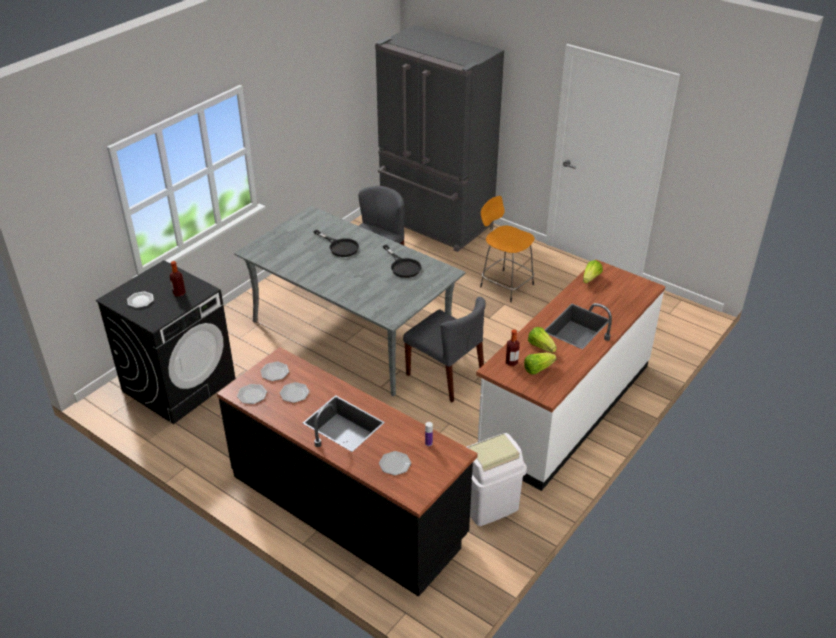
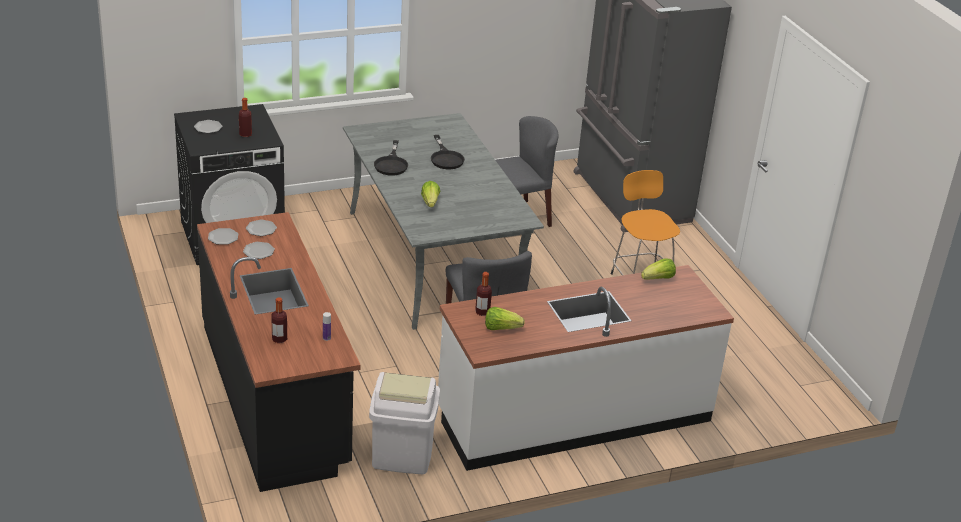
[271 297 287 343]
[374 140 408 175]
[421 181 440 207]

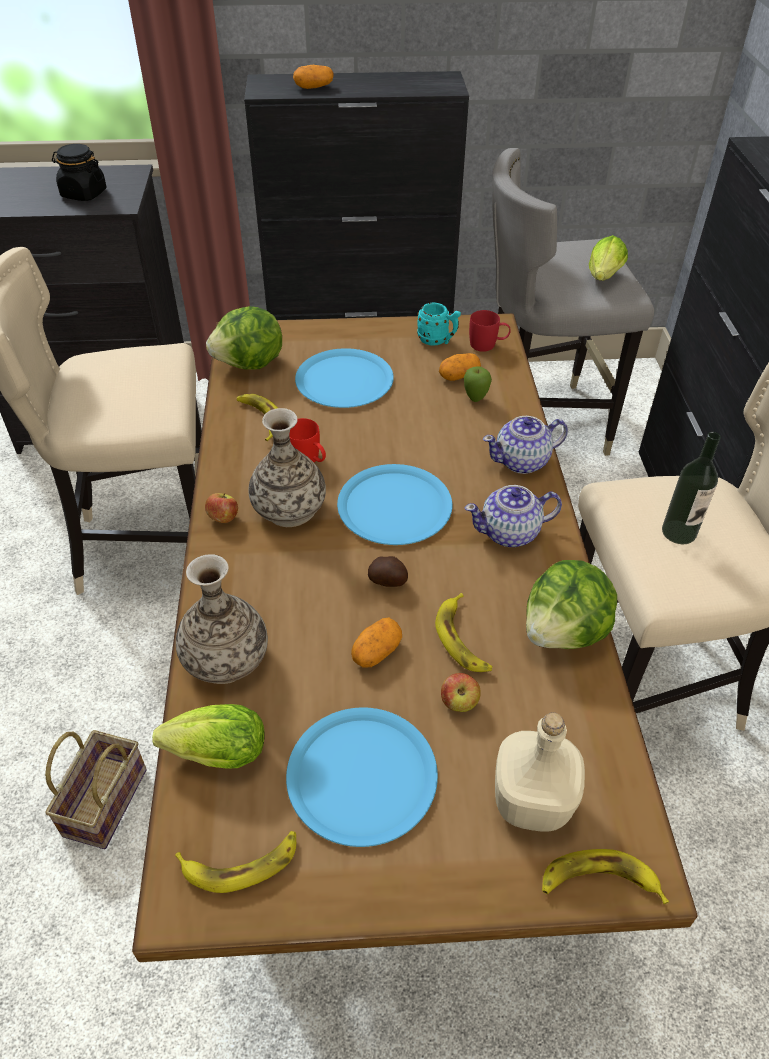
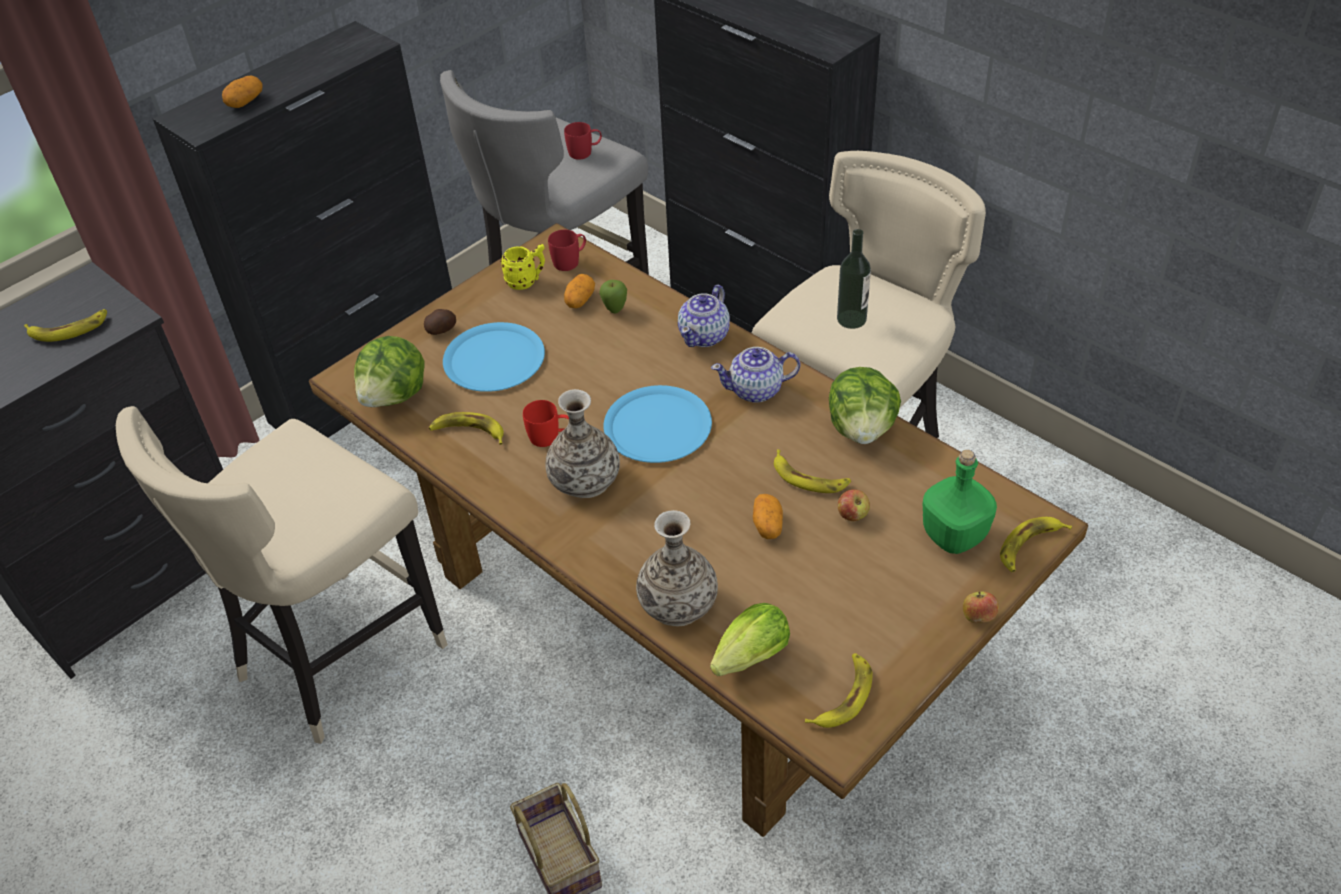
[24 309 107 342]
[424 309 456 335]
[500 244 545 290]
[564 122 602 160]
[711 347 800 403]
[923 450 997 554]
[963 592 999 623]
[286 708 438 847] (first image)

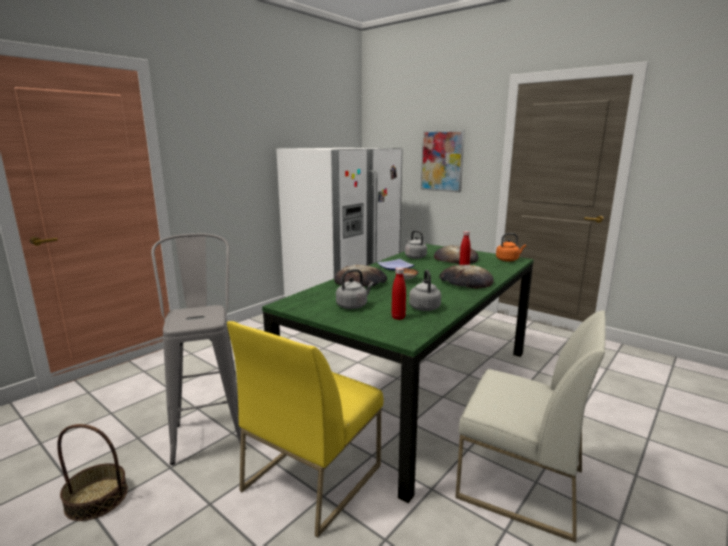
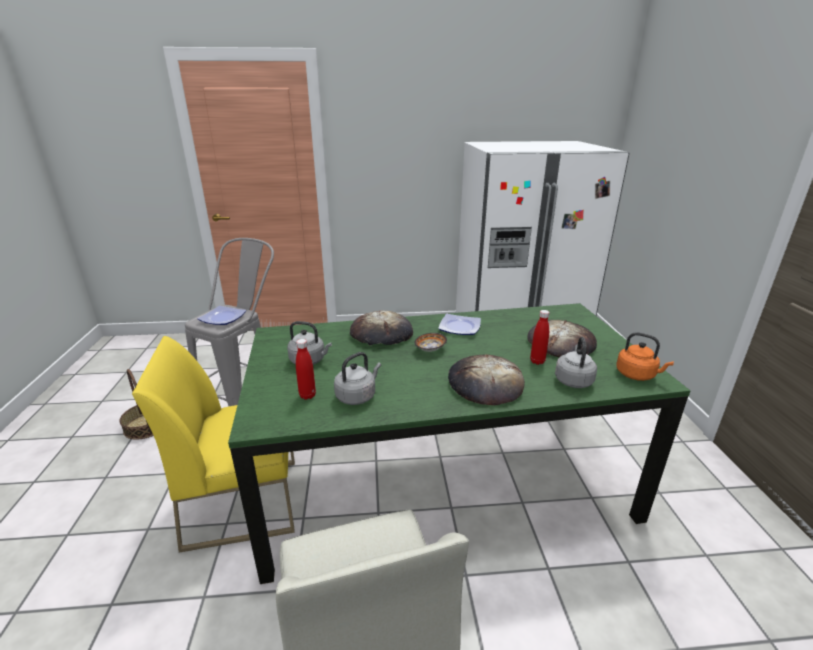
[197 306 246 325]
[555 337 597 388]
[421 130 465 192] (first image)

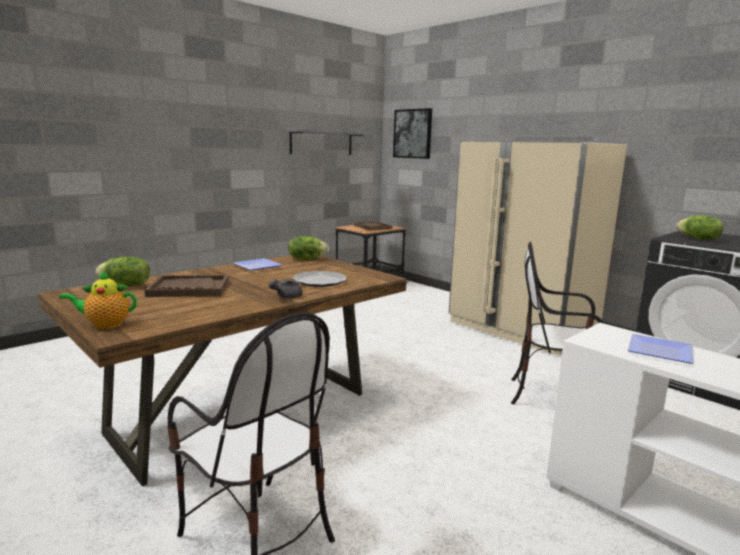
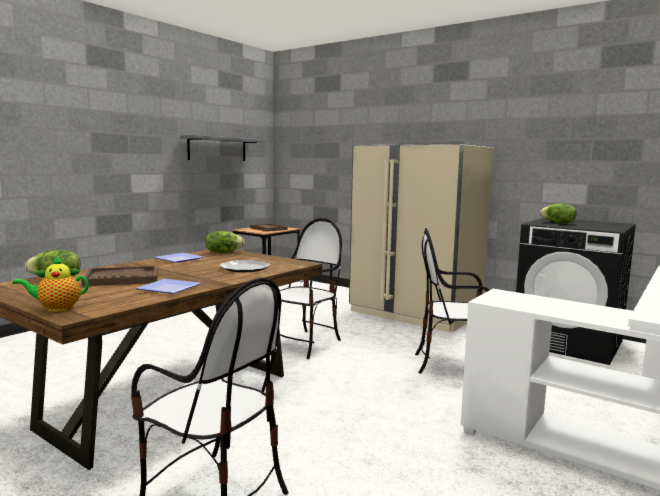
[135 279 201 294]
[280 218 342 359]
[269 279 303 299] (first image)
[393 108 432 159] (first image)

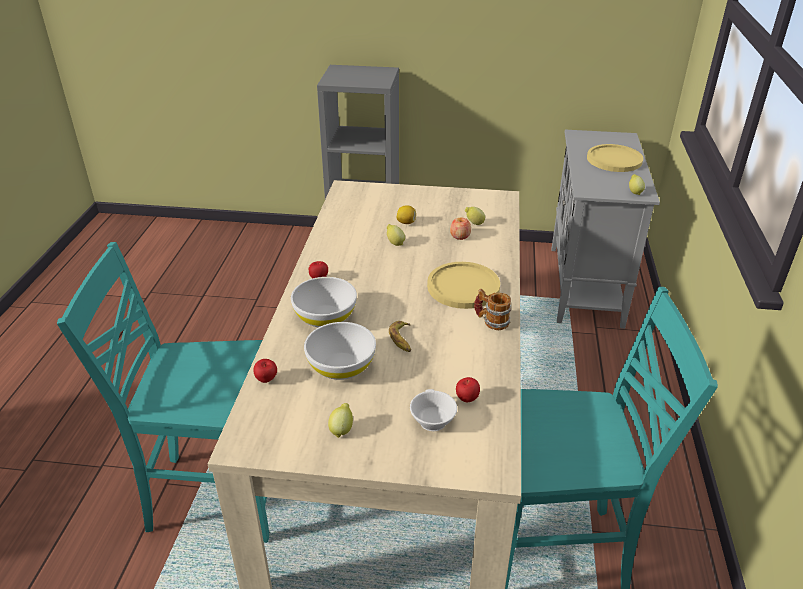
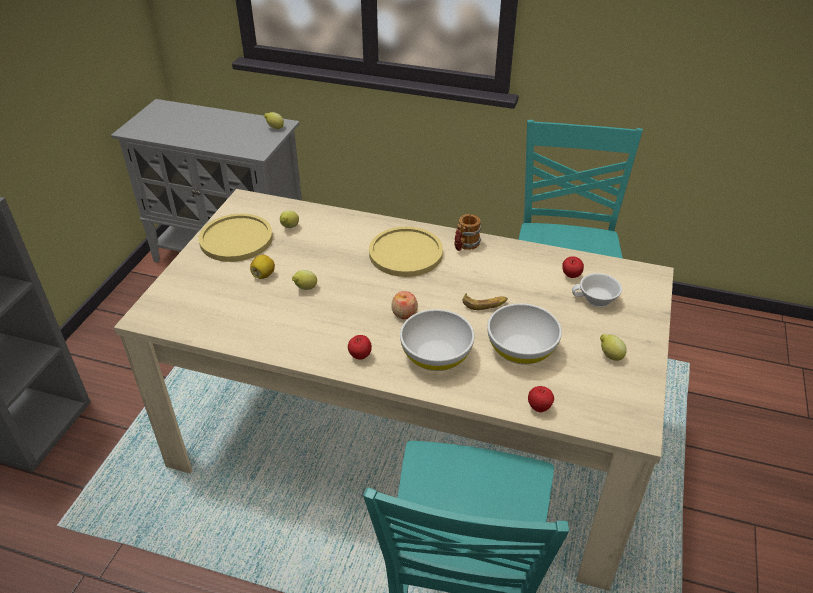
[199 214 273 262]
[391 291 418 319]

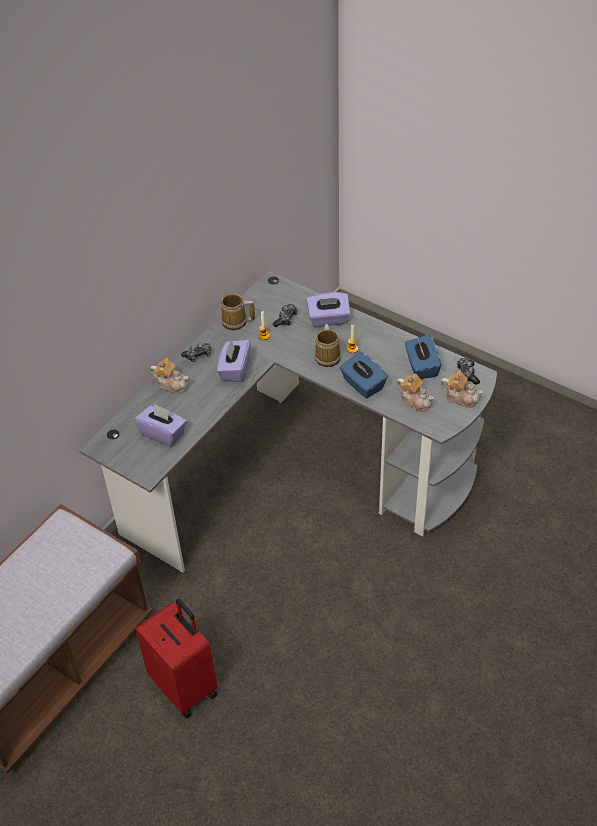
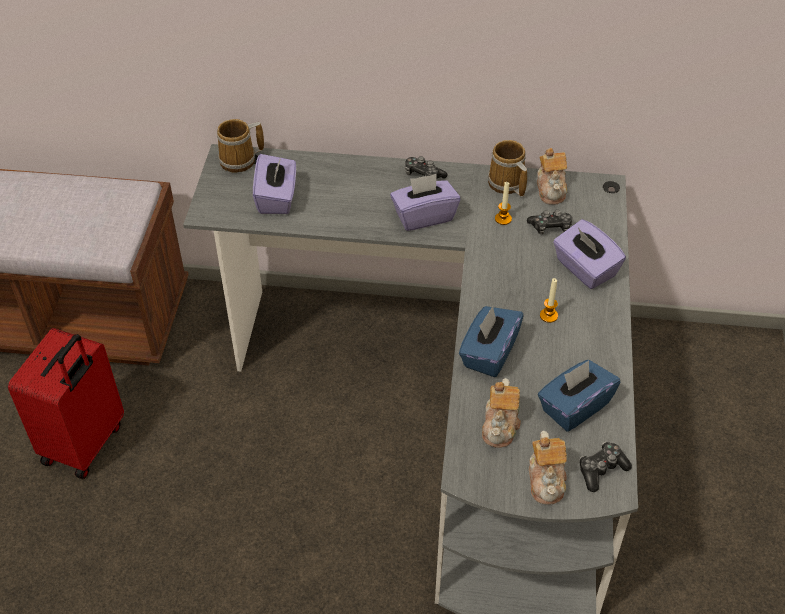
[217 119 264 173]
[537 148 567 205]

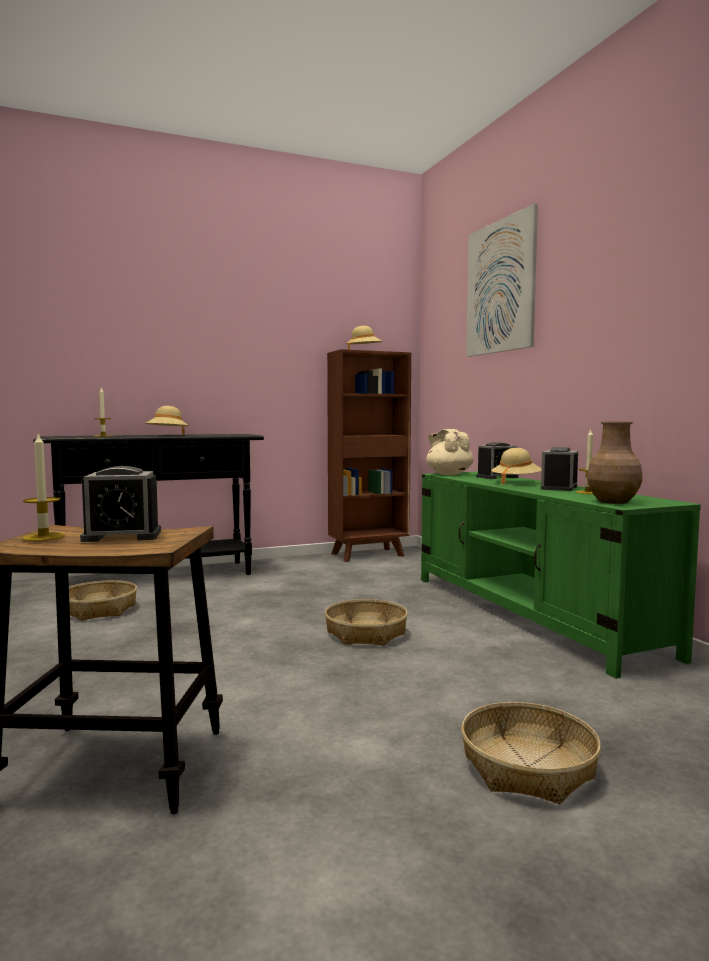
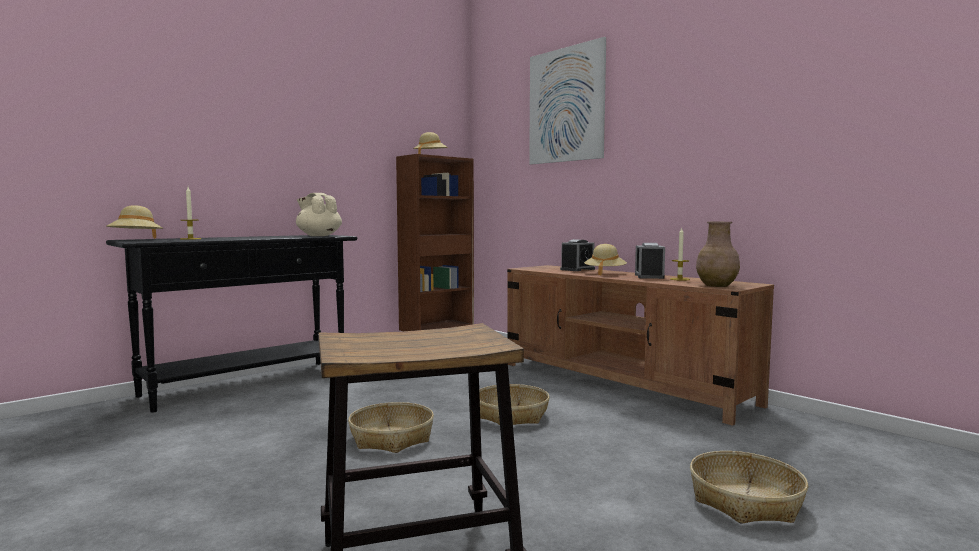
[106 205 163 239]
[296 193 342 236]
[348 402 434 453]
[507 265 774 426]
[22 432 65 541] (first image)
[80 466 161 542] (first image)

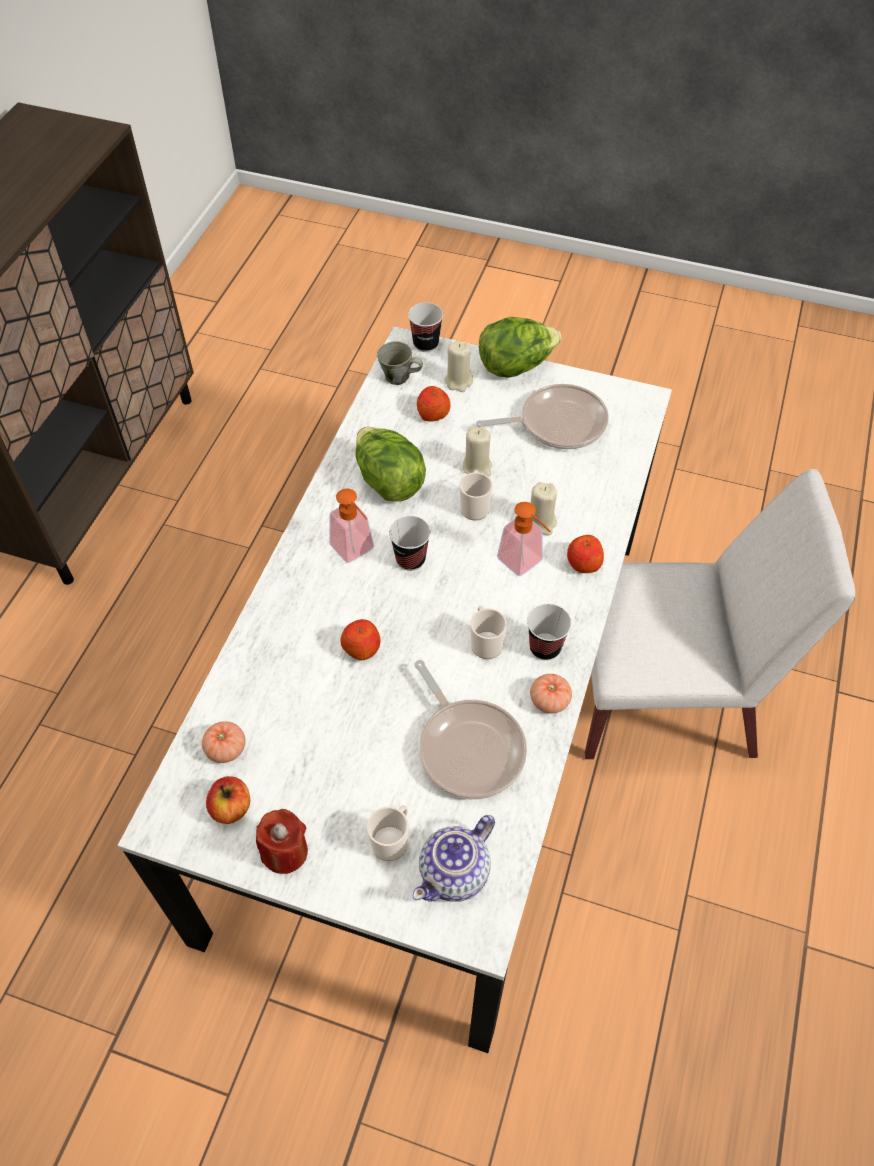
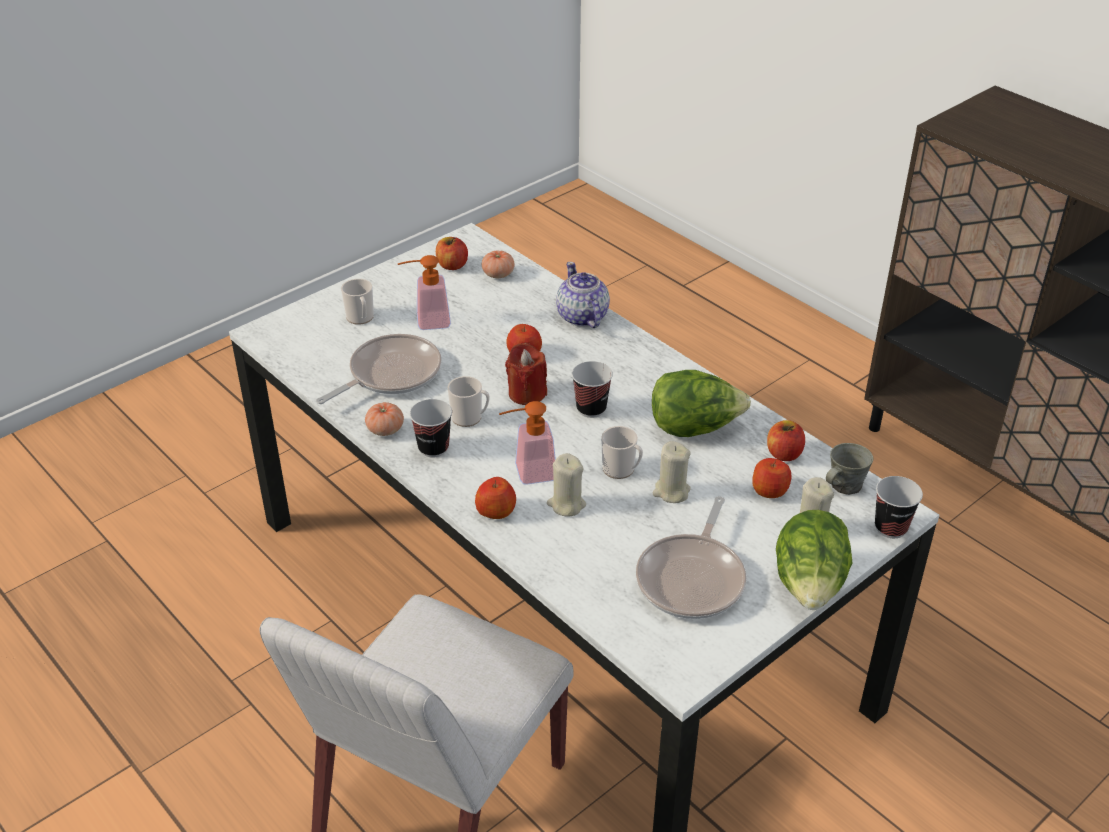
[316 334 441 404]
[397 255 451 330]
[505 343 547 405]
[556 262 610 328]
[767 420 805 461]

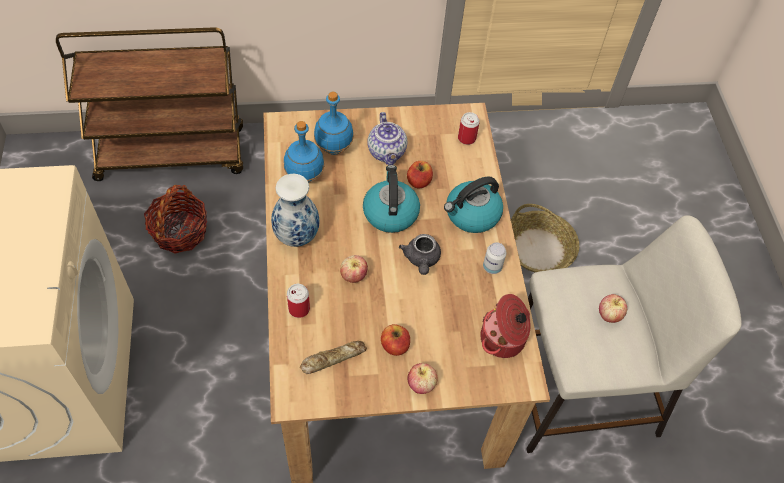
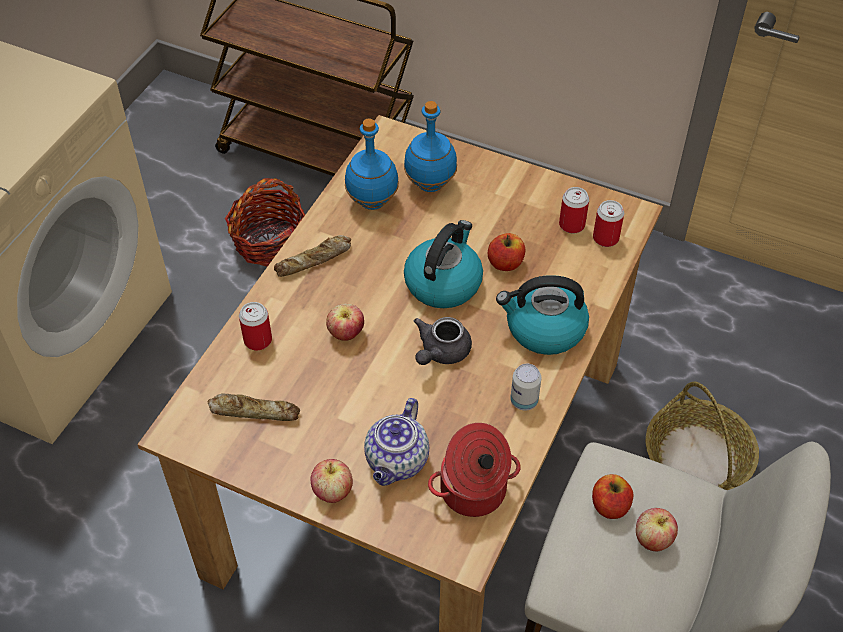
[274 235 351 277]
[364 398 429 486]
[559 187 589 234]
[592 474 633 519]

